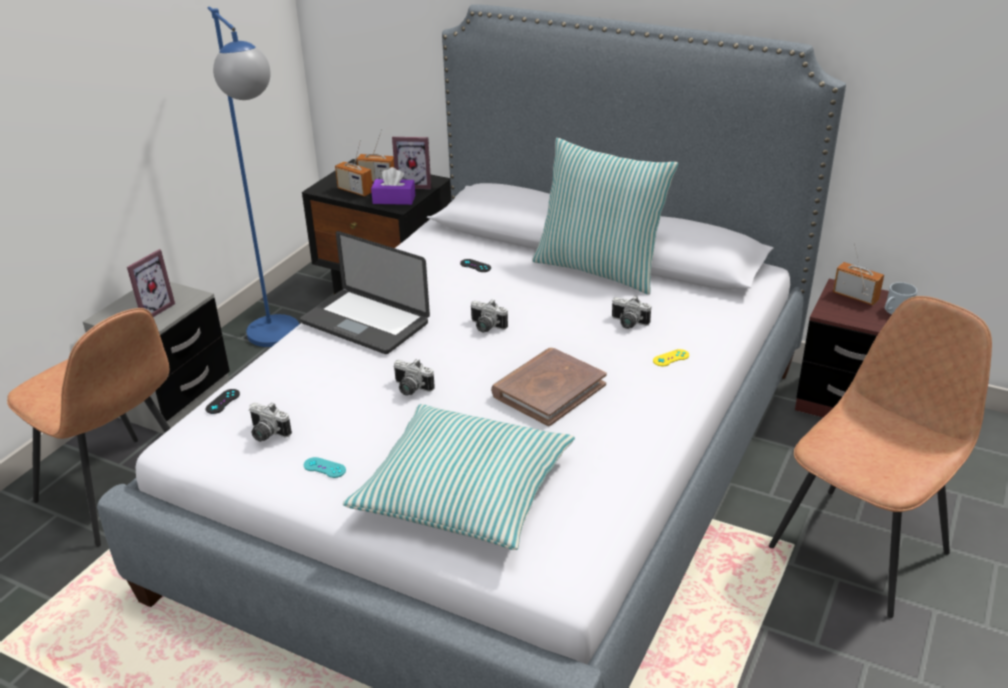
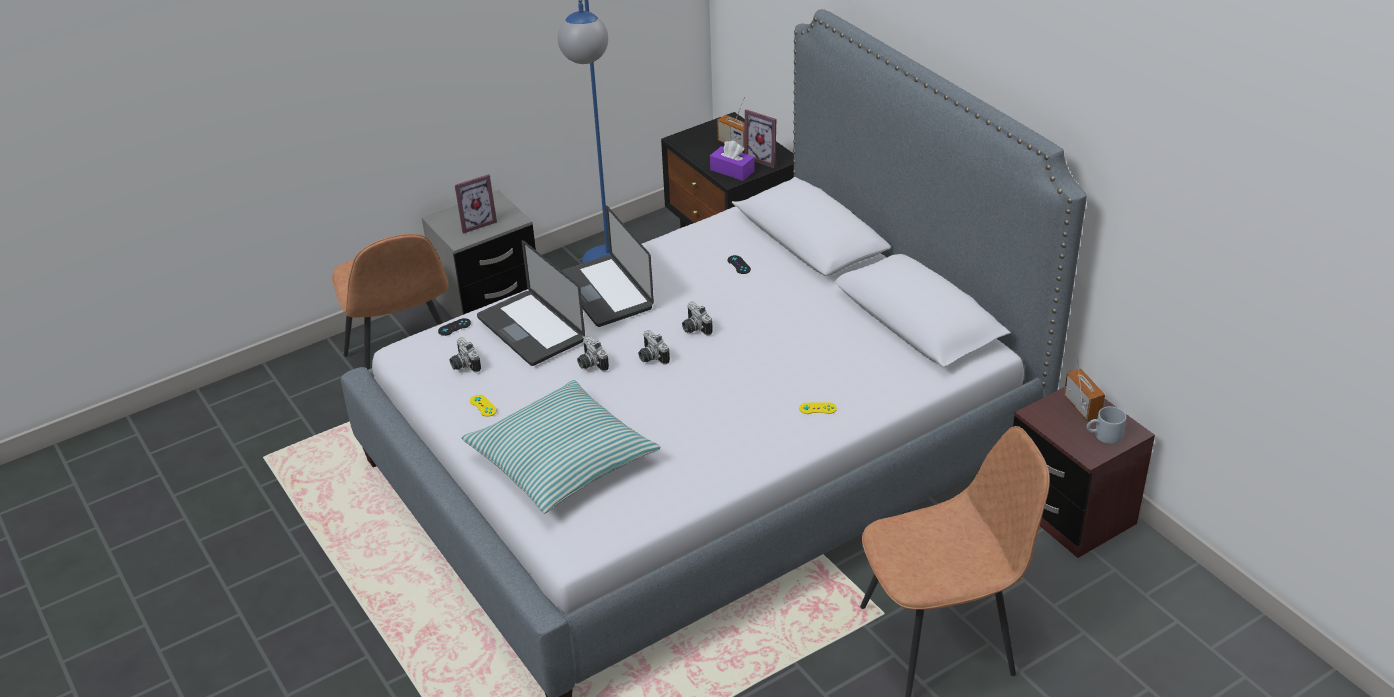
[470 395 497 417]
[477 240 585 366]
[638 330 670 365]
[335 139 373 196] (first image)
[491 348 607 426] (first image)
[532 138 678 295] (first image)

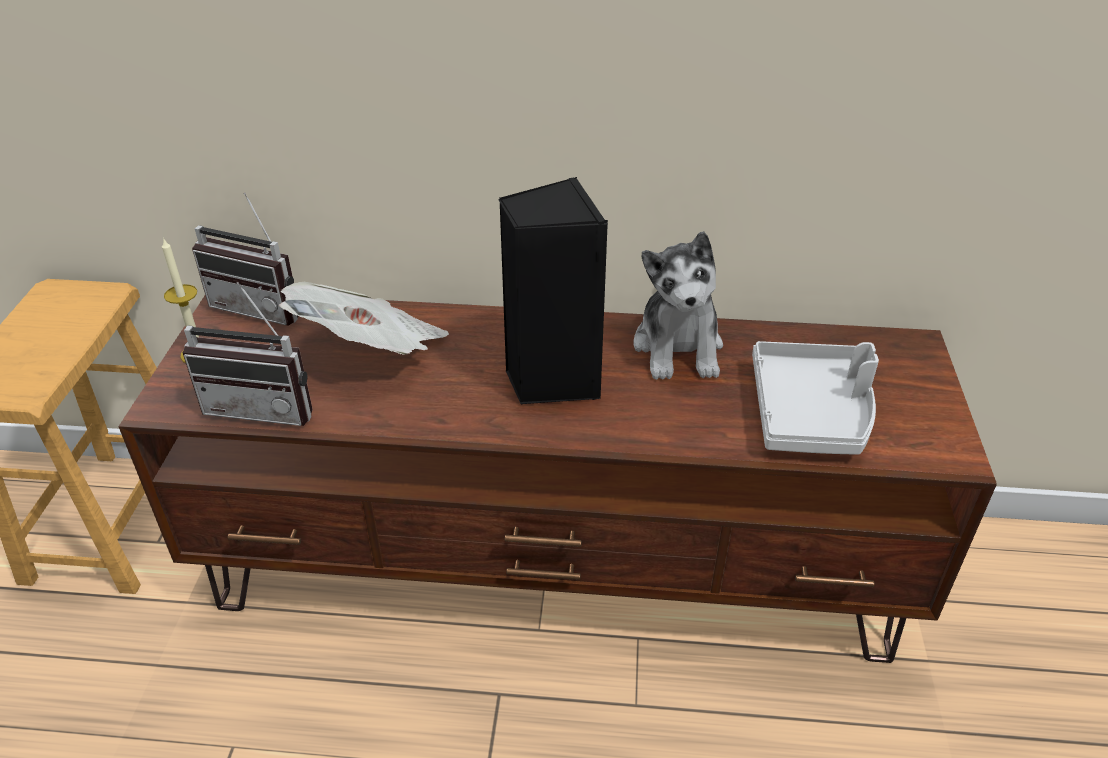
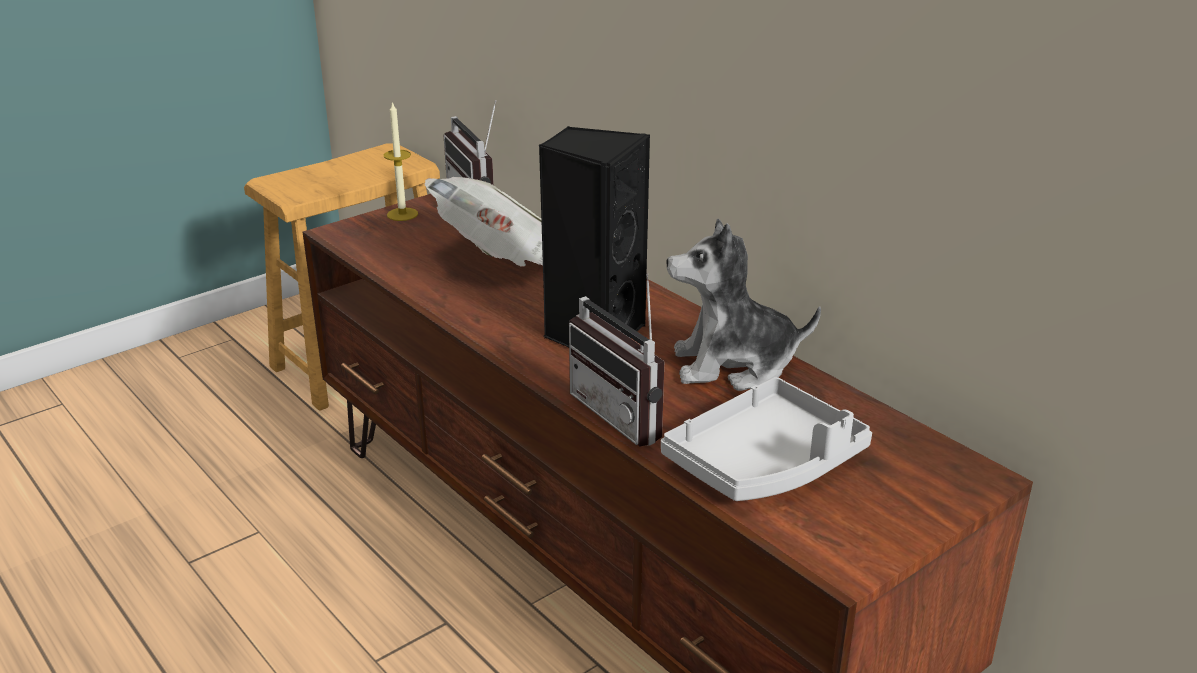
[569 273 664 447]
[666 218 821 391]

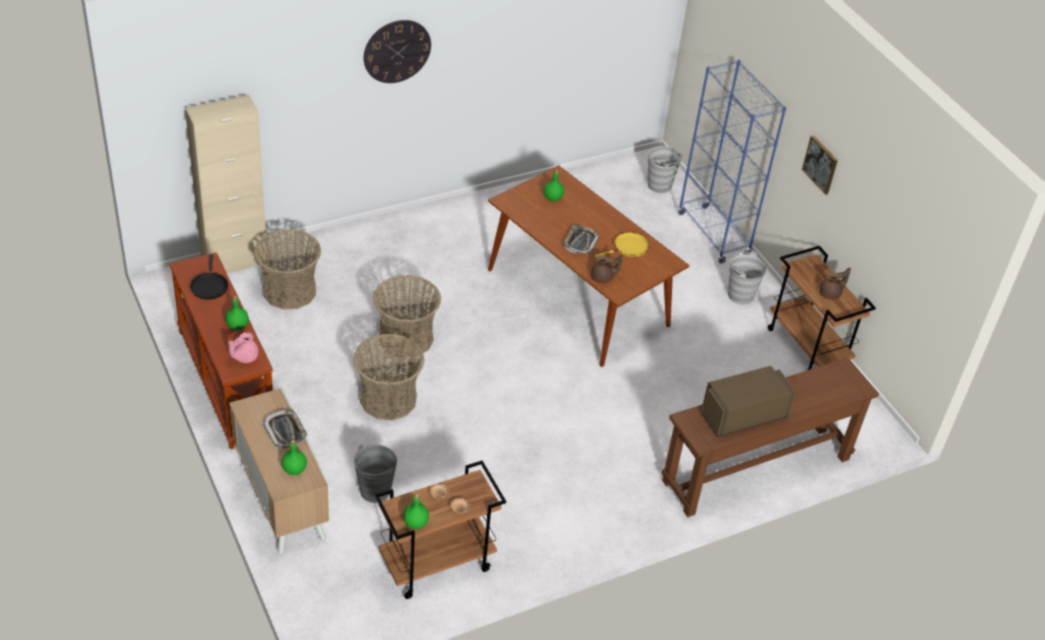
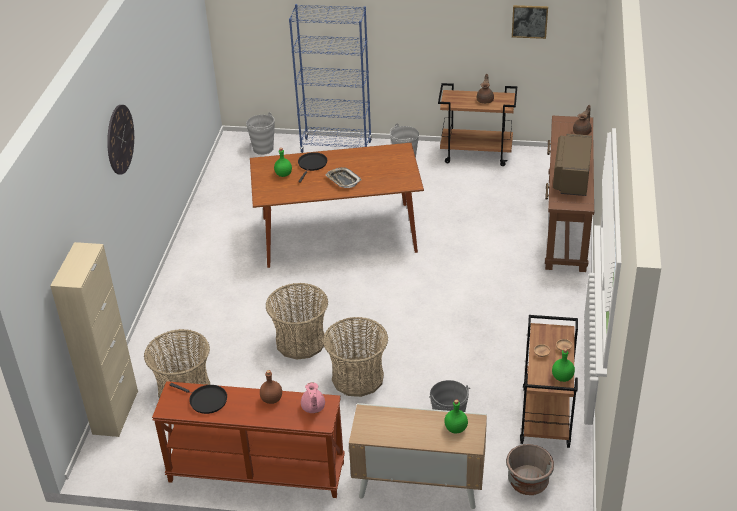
[260 370 282 404]
[298 152 327 183]
[506 444 554 495]
[512 5 548 39]
[573 105 592 135]
[263 409 308 449] (first image)
[595 232 649 258] (first image)

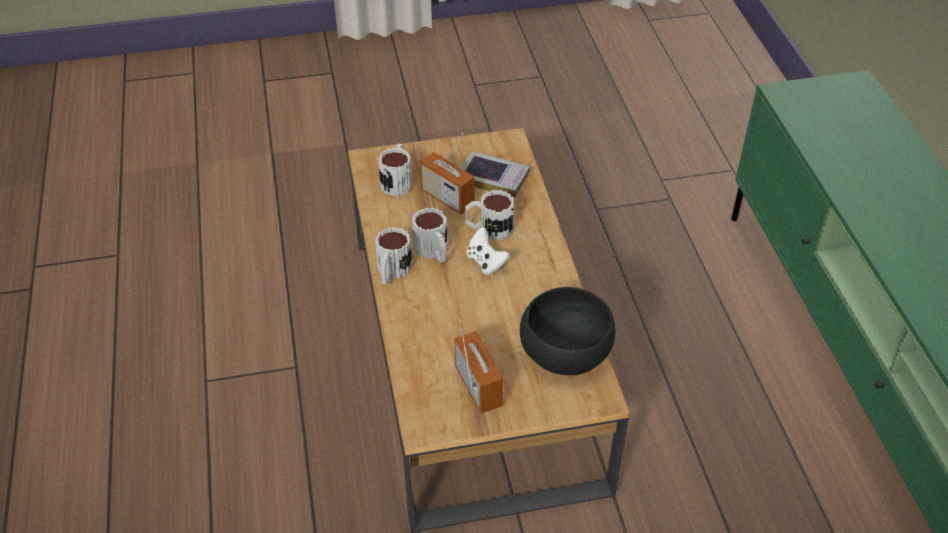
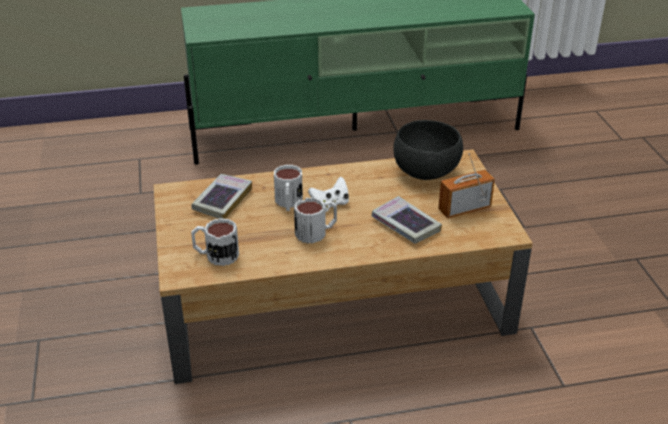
[372 196 442 244]
[375 227 412 284] (first image)
[420 133 475 214] (first image)

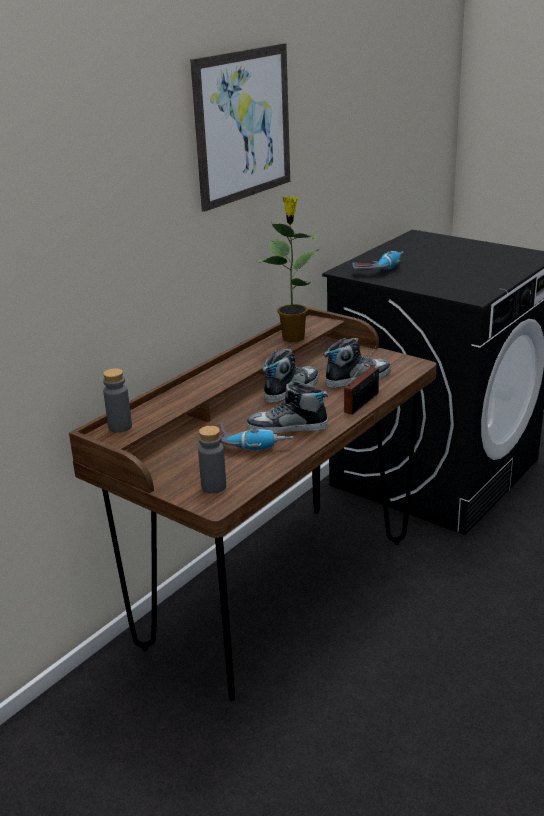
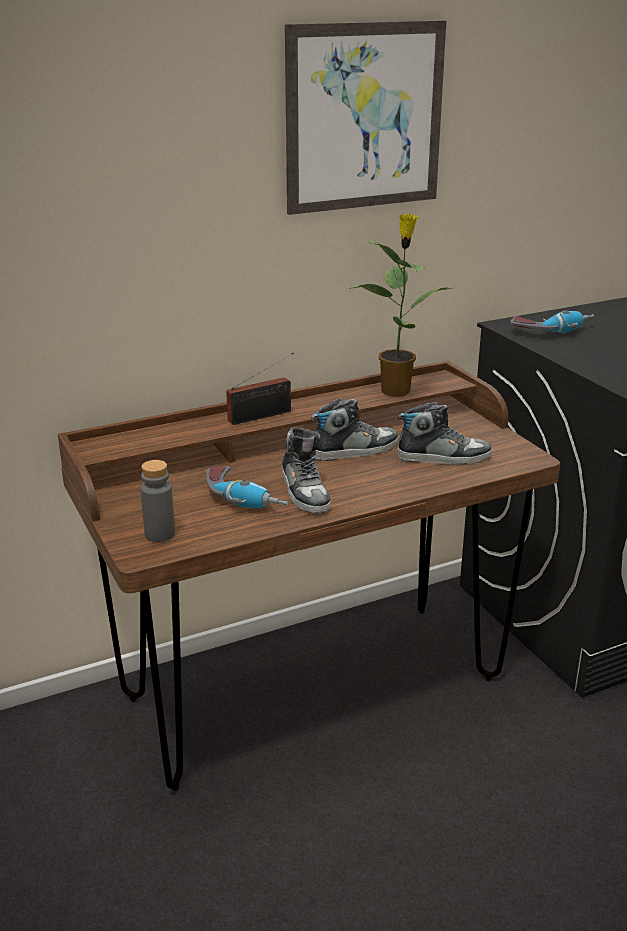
[226 353 294 425]
[282 427 331 513]
[103 368 132 433] (first image)

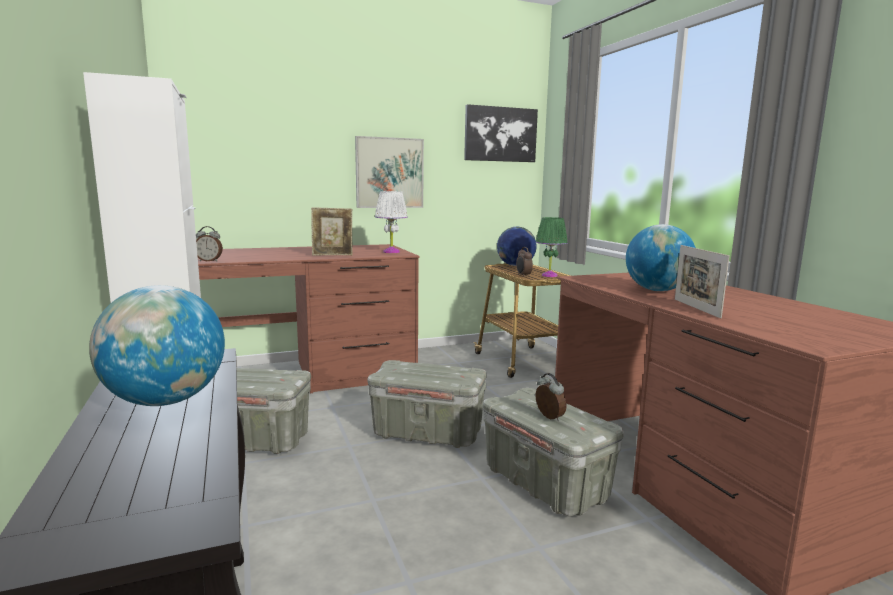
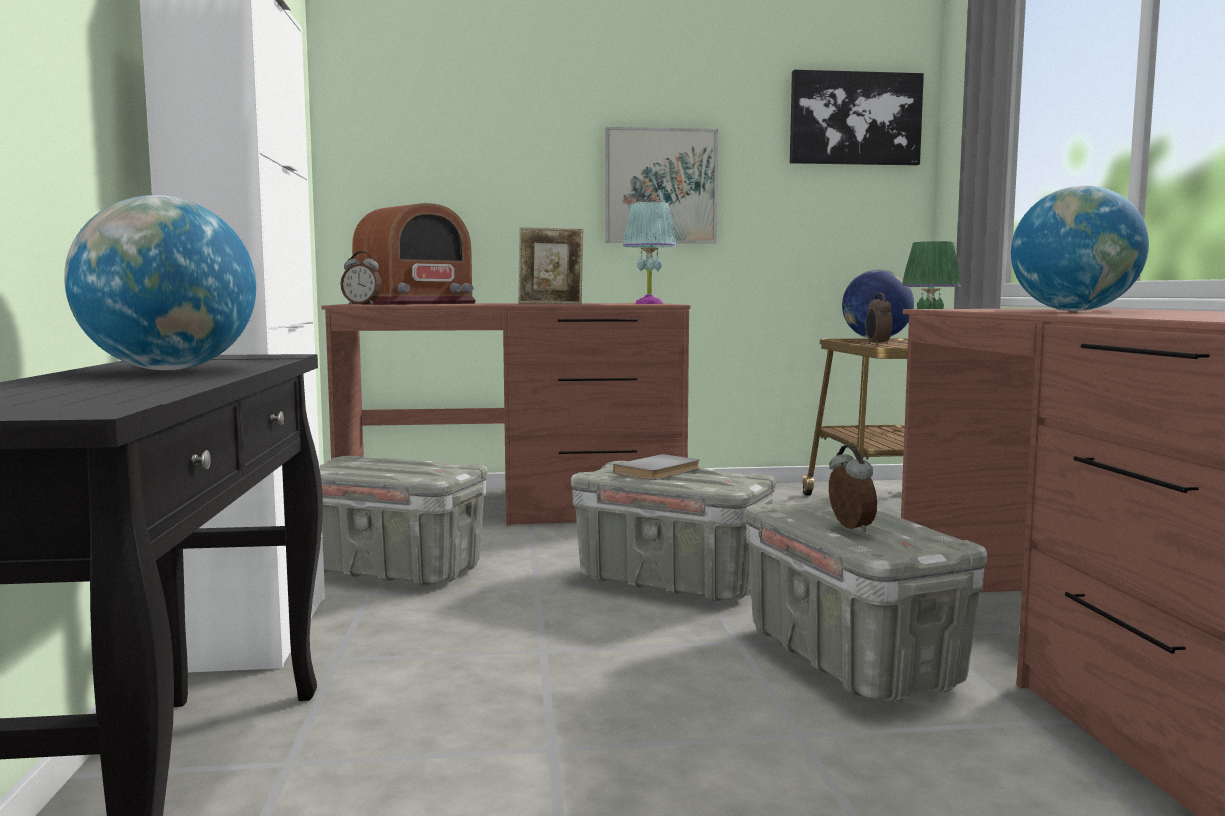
[351 203 476 305]
[613 454 700 480]
[623 202 677 304]
[675 245 730 318] (first image)

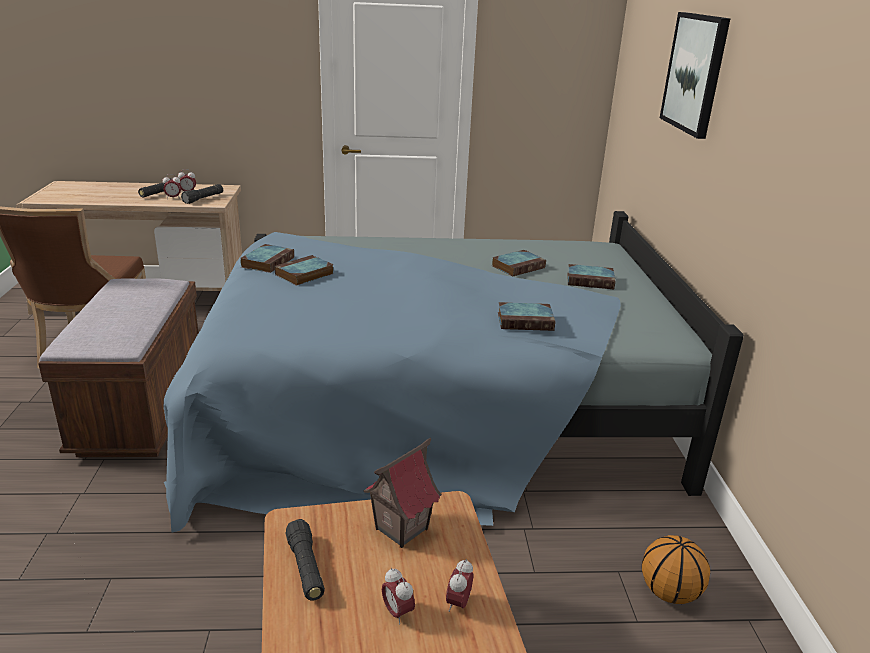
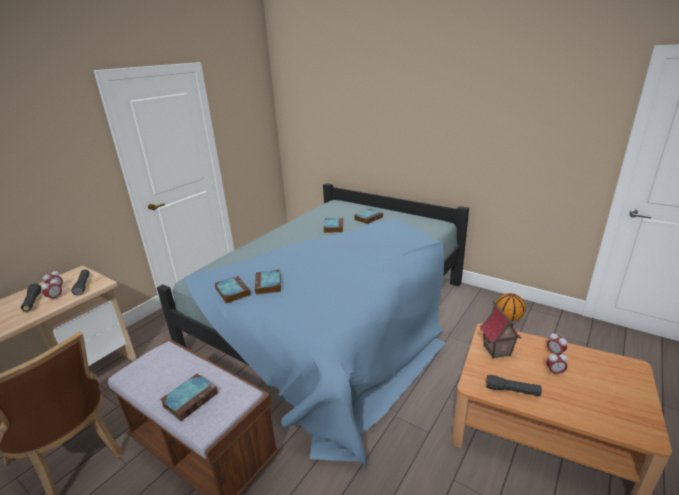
[160 374 218 421]
[660 12 730 139] (first image)

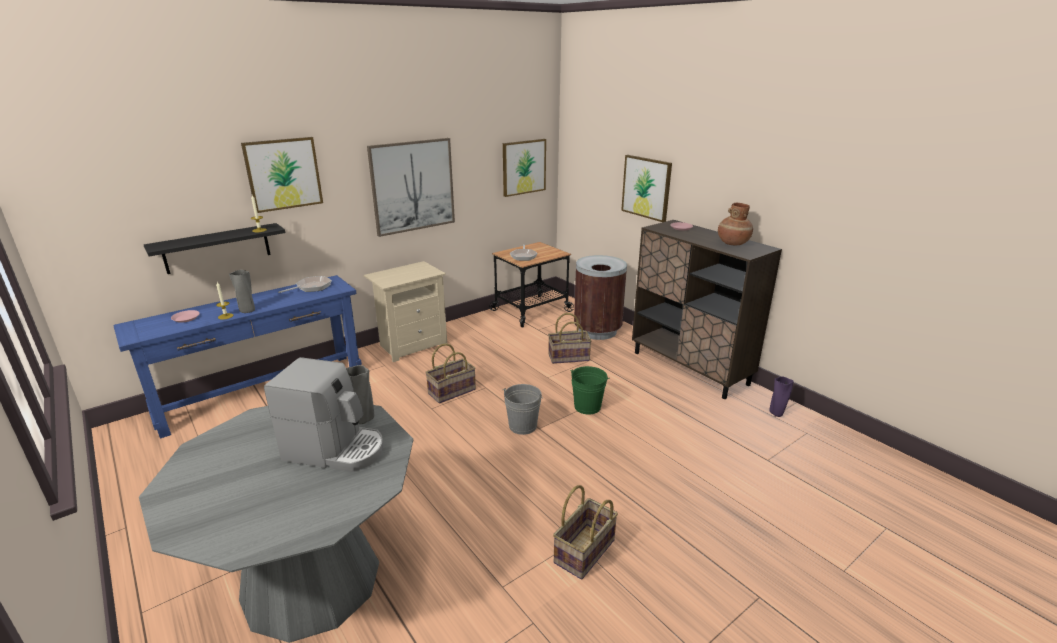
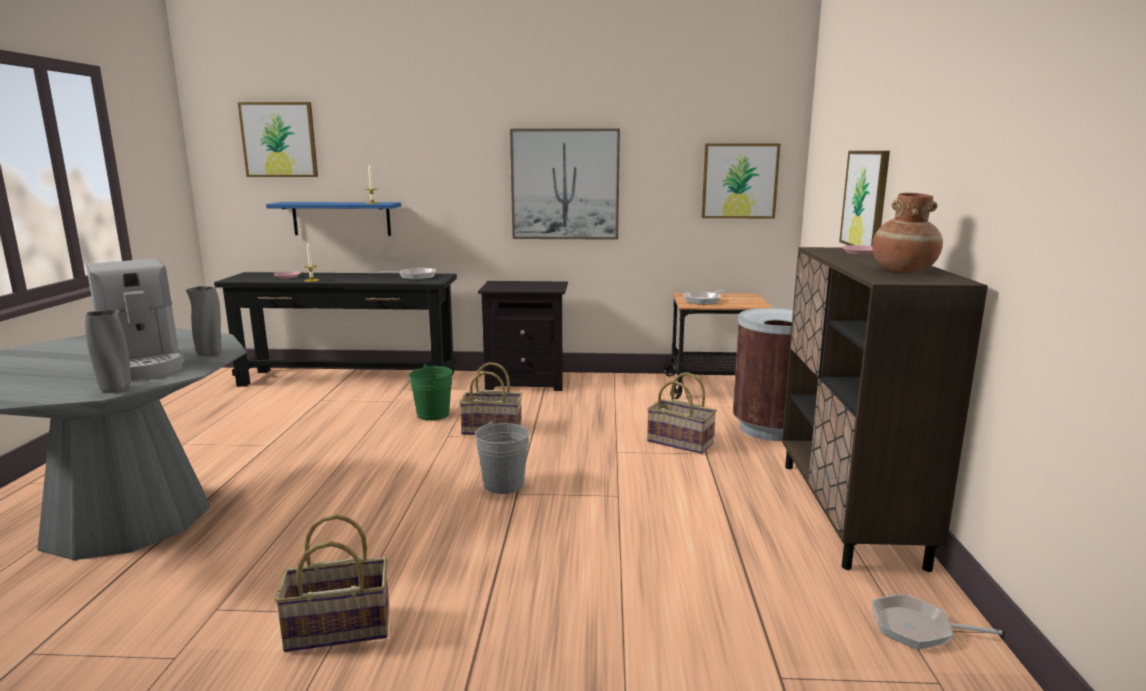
[85 309 131 393]
[214 272 457 387]
[238 102 318 177]
[266 202 401 236]
[409 364 453 420]
[478 281 568 391]
[872 594 1003 649]

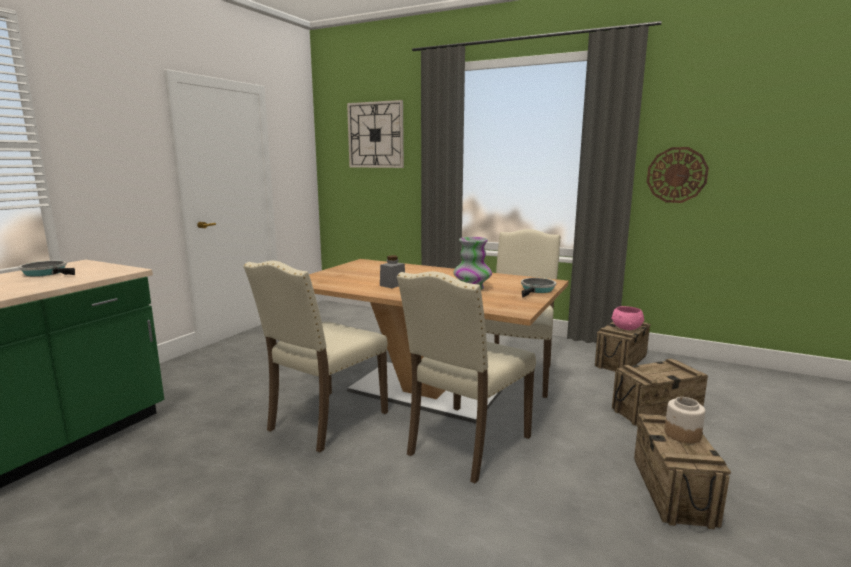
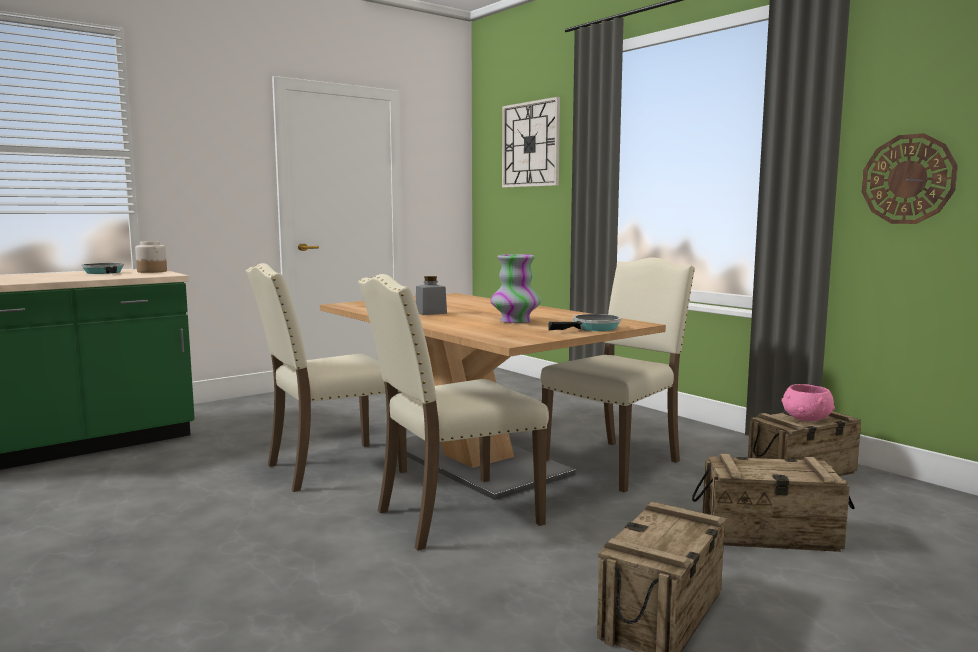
[135 241 167 273]

